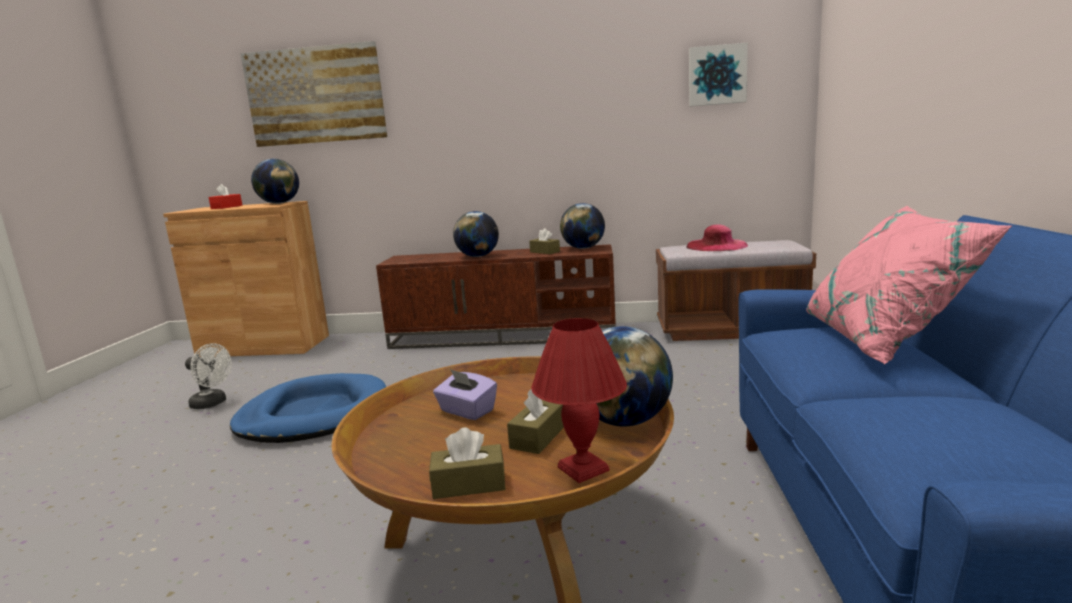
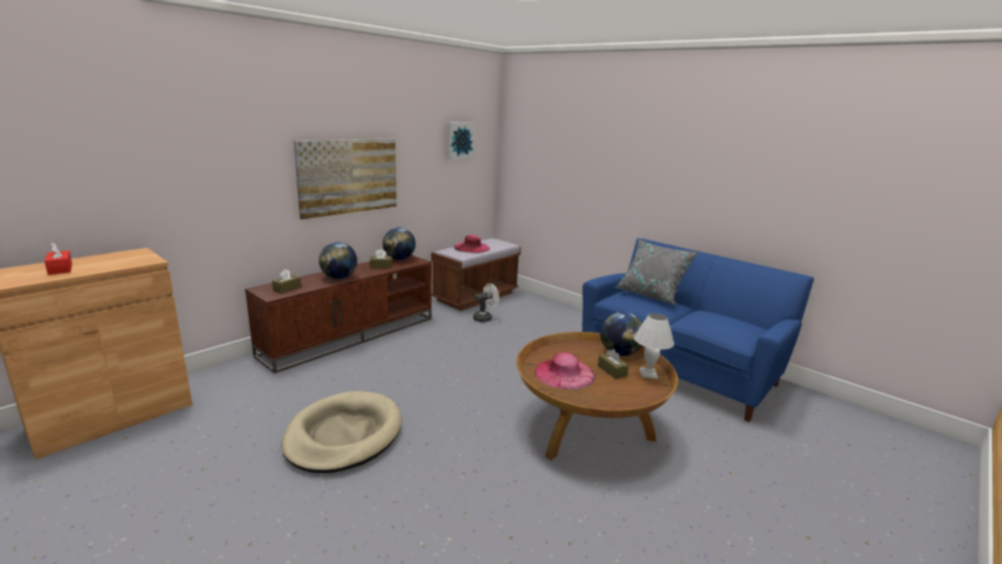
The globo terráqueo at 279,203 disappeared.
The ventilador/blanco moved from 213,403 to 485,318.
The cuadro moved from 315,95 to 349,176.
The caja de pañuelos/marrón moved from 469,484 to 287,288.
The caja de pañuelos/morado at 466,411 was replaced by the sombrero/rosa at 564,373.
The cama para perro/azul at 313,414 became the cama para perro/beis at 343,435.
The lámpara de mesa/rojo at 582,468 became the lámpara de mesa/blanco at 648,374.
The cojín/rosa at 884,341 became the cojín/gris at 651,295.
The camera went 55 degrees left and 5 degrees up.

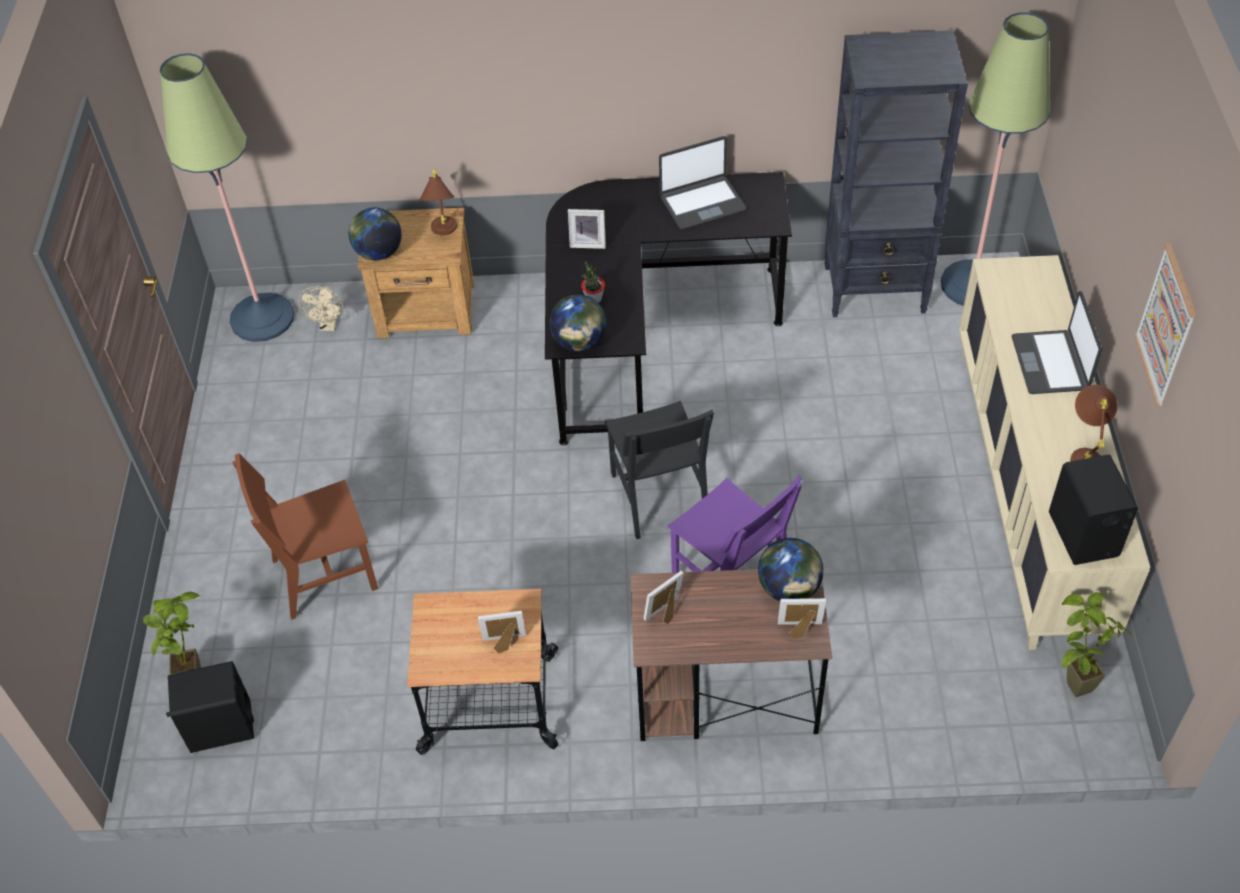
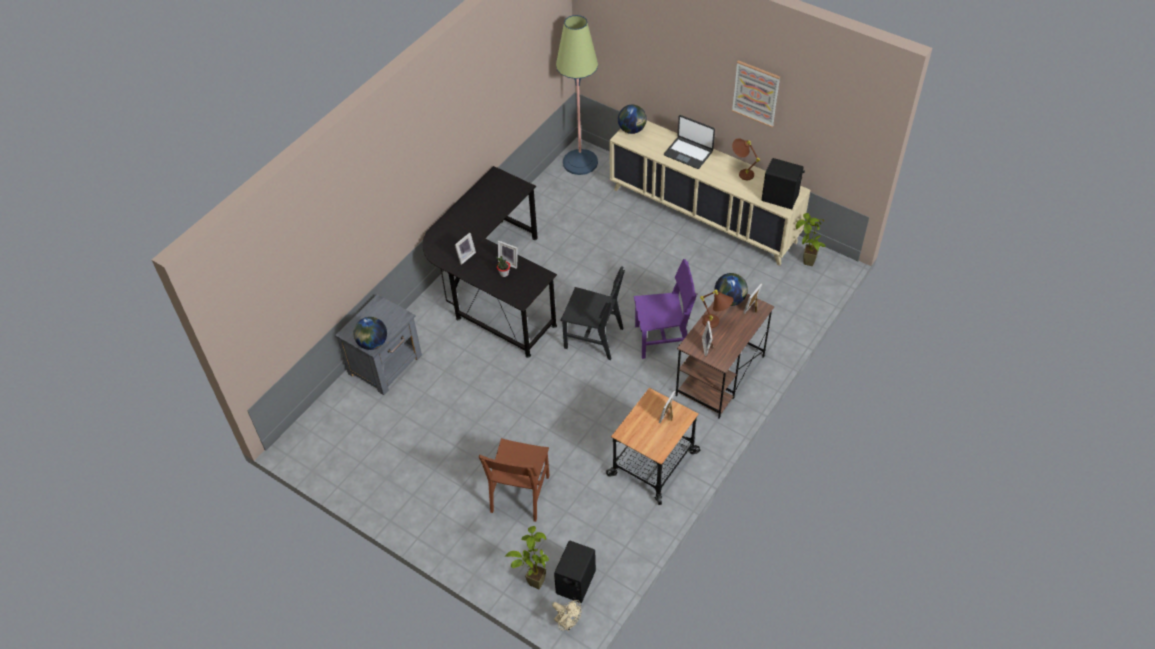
The lámpara de pie at 262,318 disappeared.
The portátil at 702,203 disappeared.
The estantería/negro at 875,290 disappeared.
The portarretratos at 509,262 appeared.
The ventilador/beis moved from 329,325 to 567,623.
The lámpara de mesa/marrón moved from 443,233 to 716,324.
The globo terráqueo moved from 579,342 to 632,130.
The mesita de noche/marrón at 427,310 became the mesita de noche/gris at 386,364.
The camera went 55 degrees left and 0 degrees up.

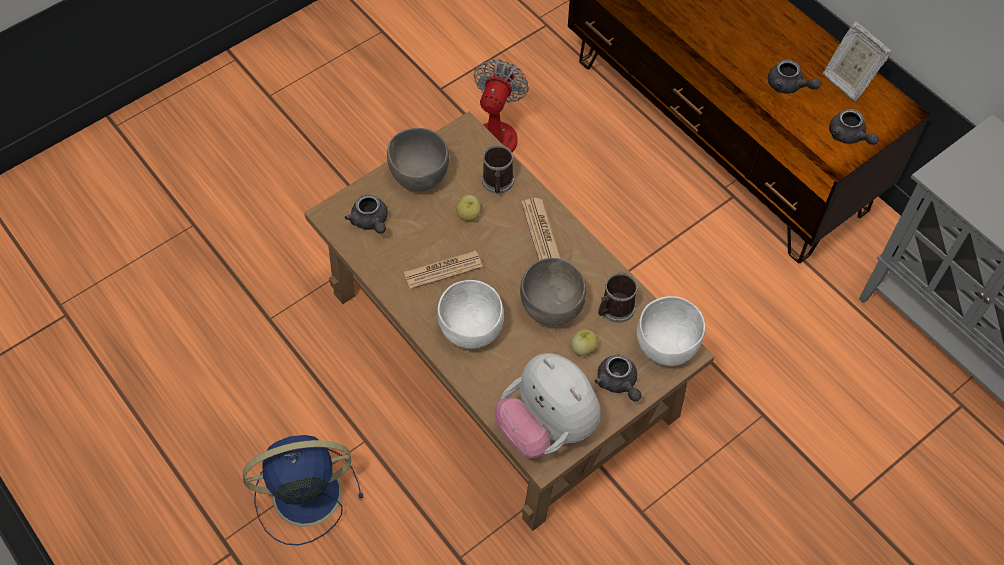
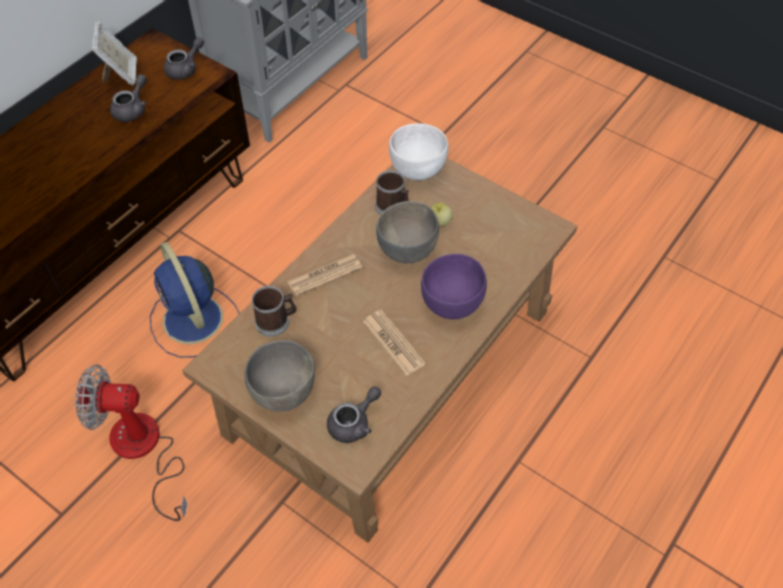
The manzana at 469,215 disappeared.
The peluche at 547,426 disappeared.
The tetera/gris at 618,383 disappeared.
The ventilador/azul moved from 303,494 to 194,321.
The cuenco/blanco at 471,331 became the cuenco/morado at 452,304.
The portarretratos at 847,80 turned 45 degrees counterclockwise.
The camera went 105 degrees left and 5 degrees down.

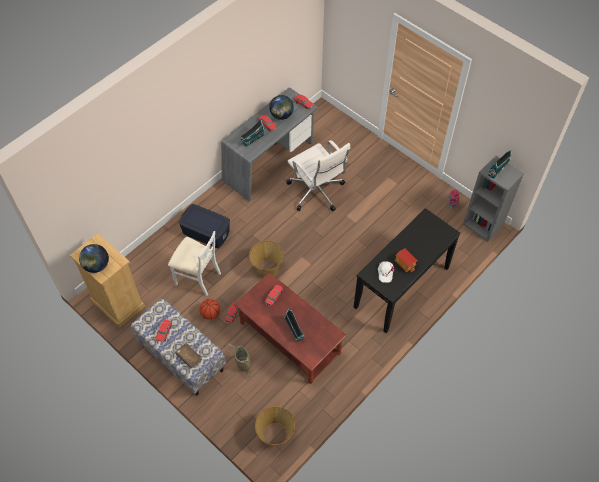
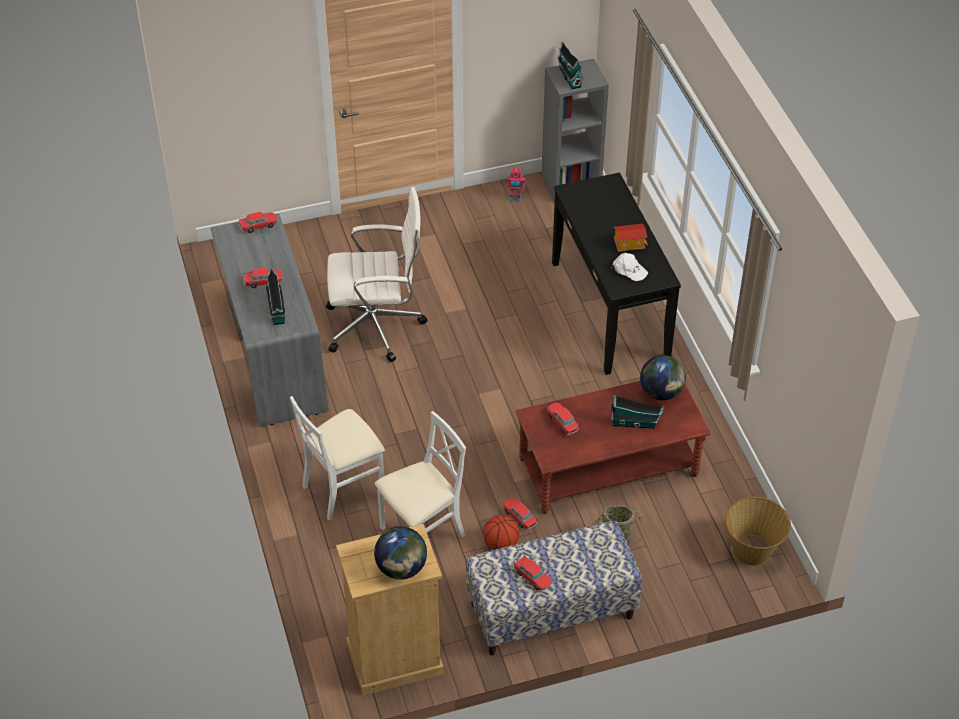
The libro/marrón at 189,357 disappeared.
The cesta at 267,268 disappeared.
The globo terráqueo moved from 281,115 to 661,392.
The caja de almacenaje/azul at 206,232 was replaced by the silla/blanco at 343,488.
The camera went 60 degrees left and 10 degrees down.

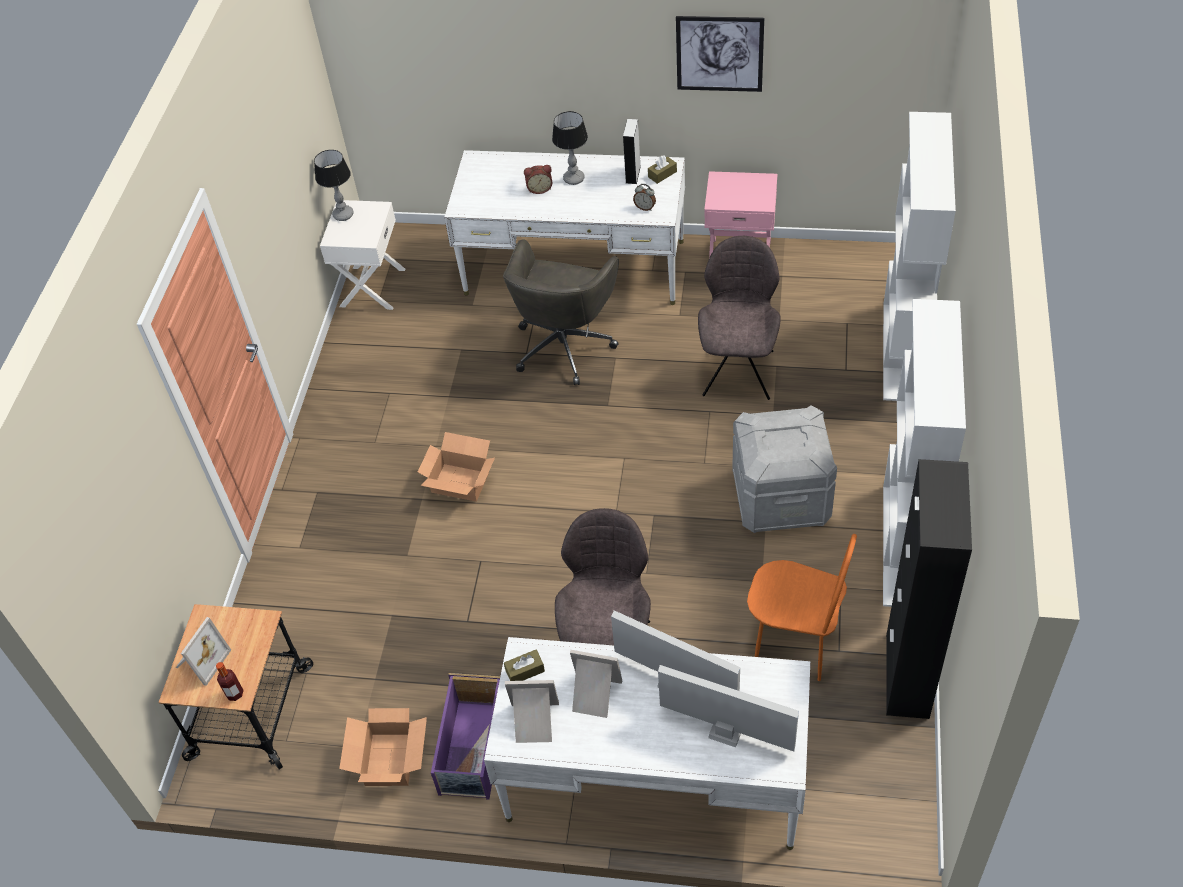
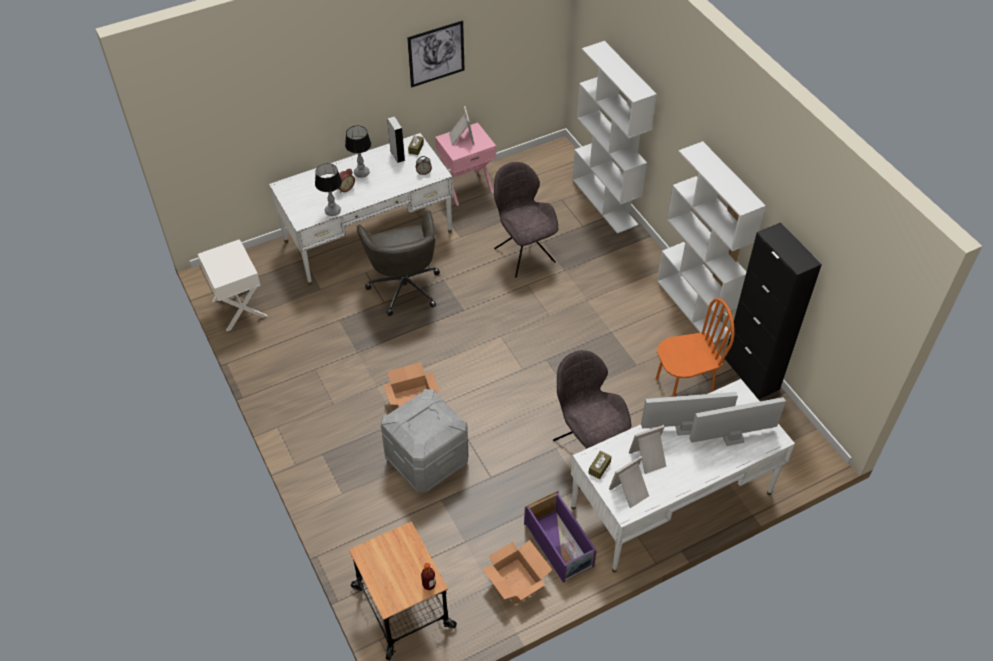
The portarretratos moved from 201,660 to 460,138.
The lámpara de mesa moved from 343,215 to 332,211.
The caja de almacenaje/gris moved from 781,498 to 427,459.
The camera went 40 degrees left and 0 degrees up.

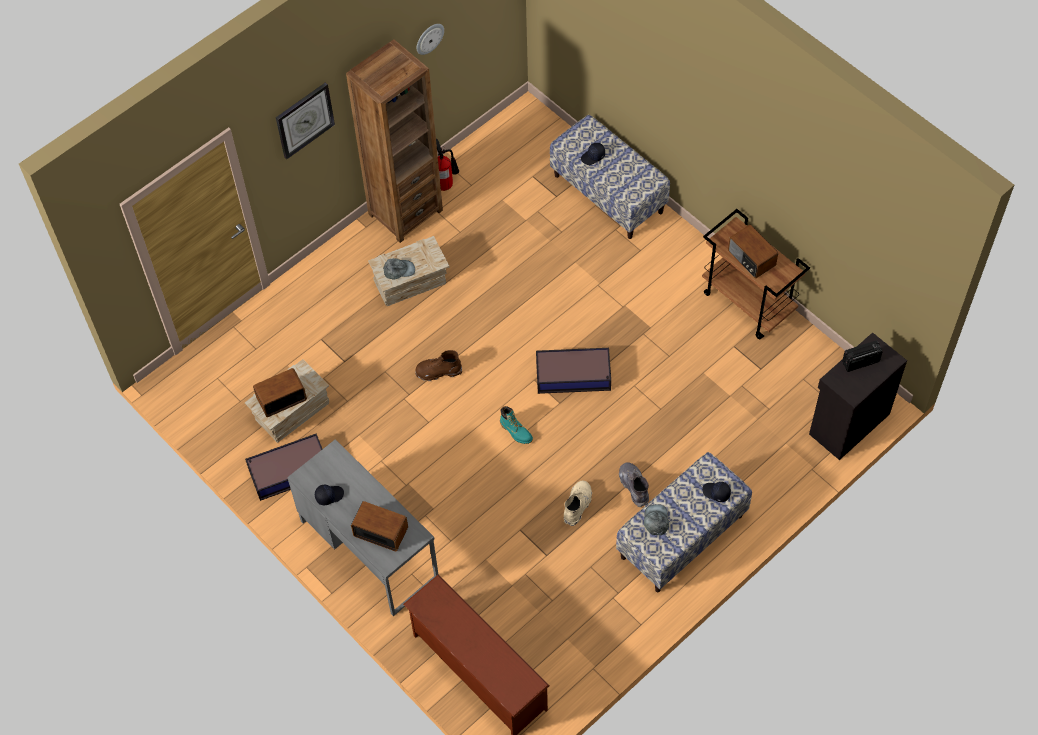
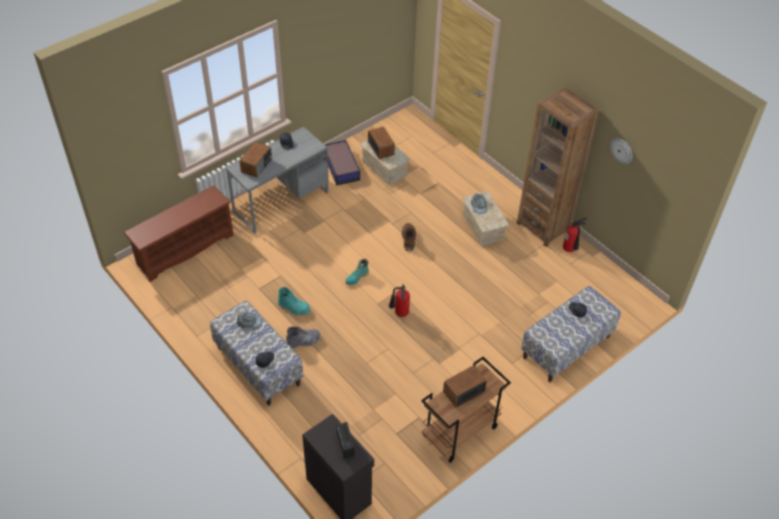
The reloj de pared at 304,120 disappeared.
The caja de almacenaje at 574,376 was replaced by the extintor at 399,313.
The bota/beis at 577,505 became the bota/turquesa at 294,308.
The camera went 90 degrees right and 10 degrees down.

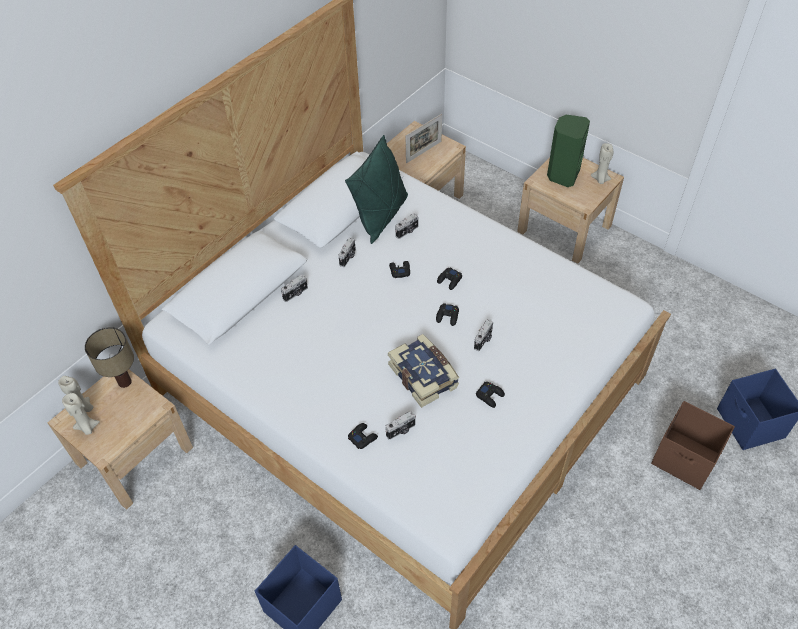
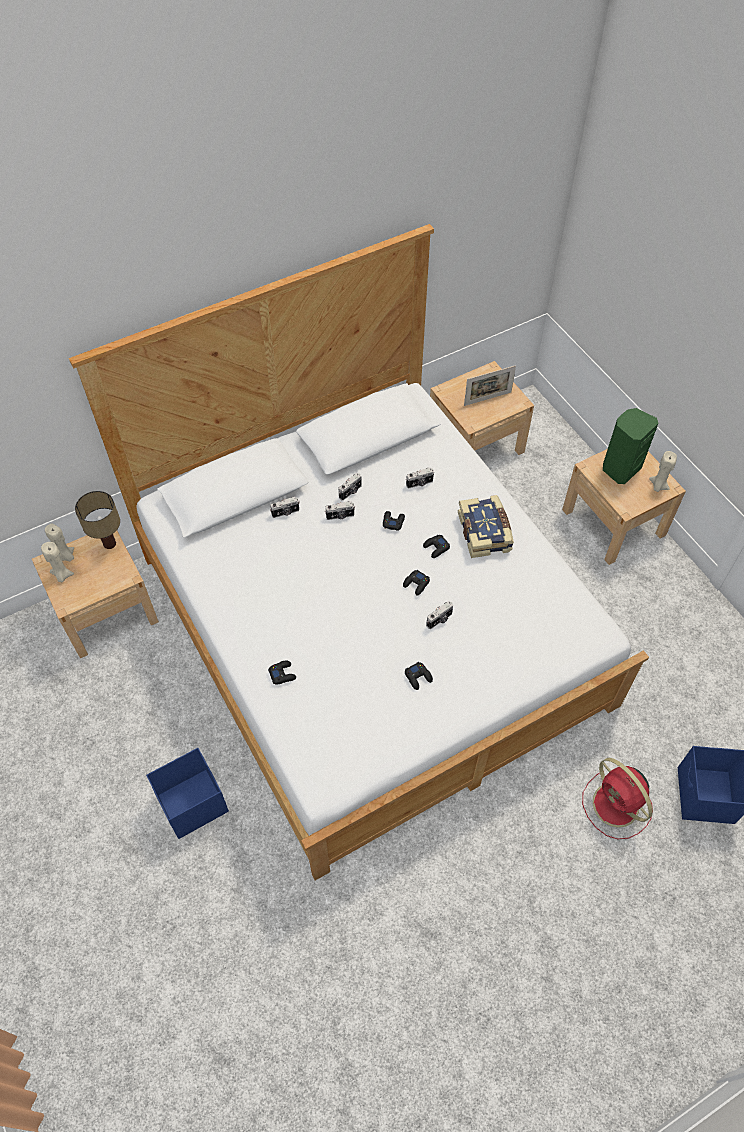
The cojín/verde at 381,216 disappeared.
The cámara moved from 401,430 to 340,516.
The libro moved from 424,376 to 485,532.
The caja de almacenaje/marrón at 685,460 was replaced by the ventilador/rojo at 617,806.
The camera went 20 degrees right and 5 degrees up.

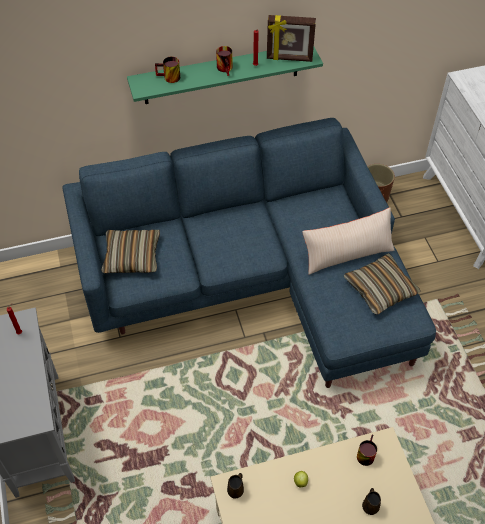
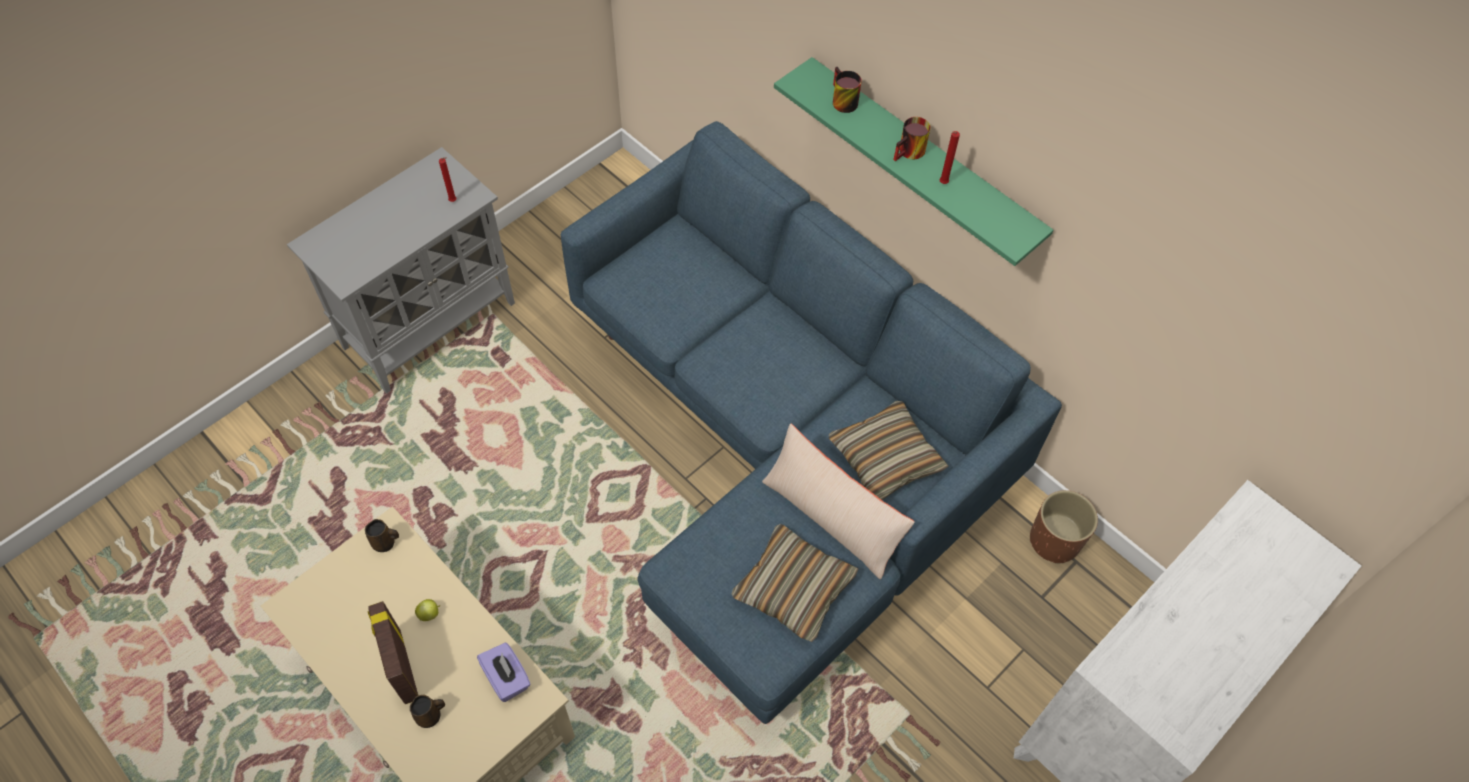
The cojín moved from 132,256 to 885,458.
The portarretratos moved from 289,58 to 401,667.
The taza grande at 364,453 was replaced by the caja de pañuelos/morado at 507,678.
The camera went 60 degrees right and 5 degrees up.

